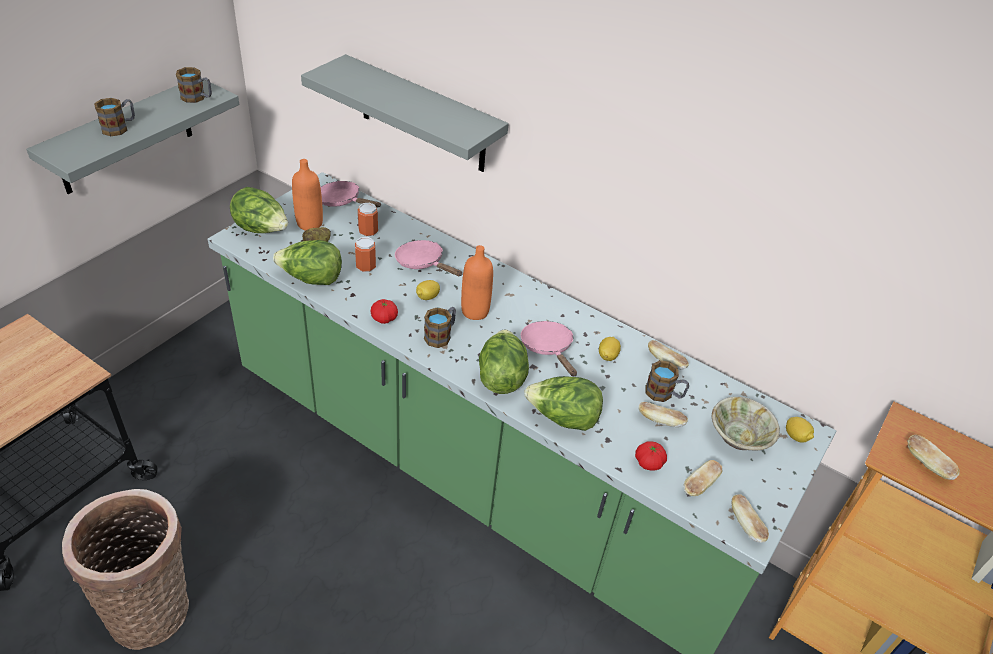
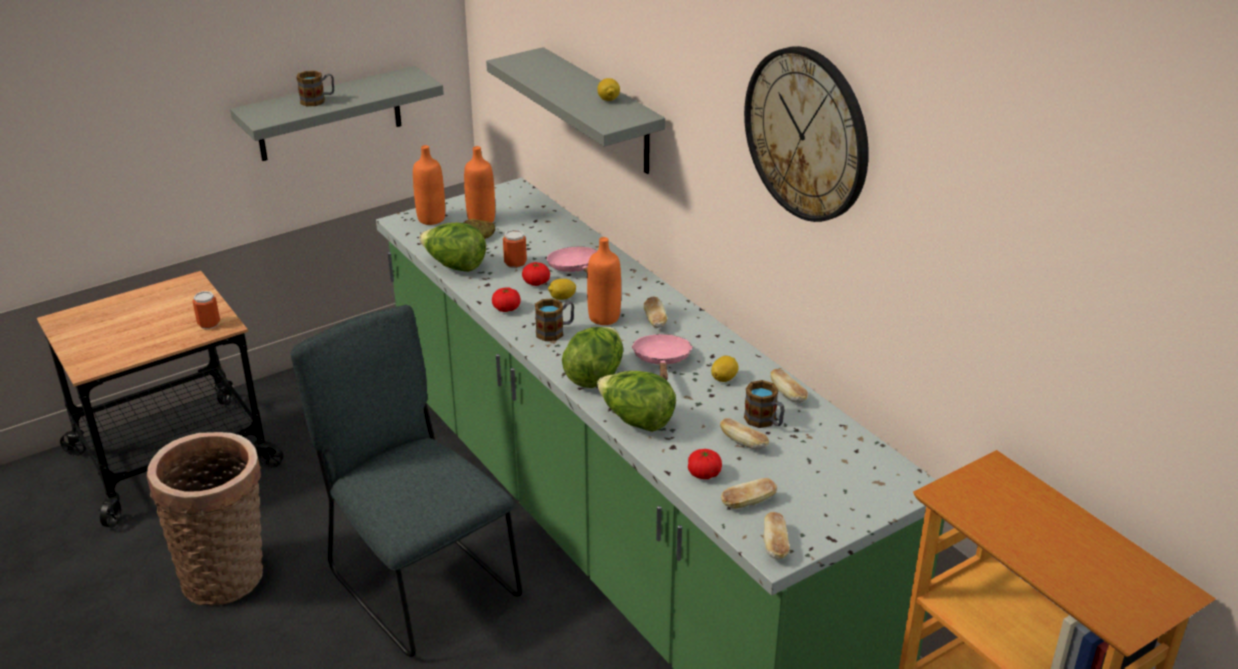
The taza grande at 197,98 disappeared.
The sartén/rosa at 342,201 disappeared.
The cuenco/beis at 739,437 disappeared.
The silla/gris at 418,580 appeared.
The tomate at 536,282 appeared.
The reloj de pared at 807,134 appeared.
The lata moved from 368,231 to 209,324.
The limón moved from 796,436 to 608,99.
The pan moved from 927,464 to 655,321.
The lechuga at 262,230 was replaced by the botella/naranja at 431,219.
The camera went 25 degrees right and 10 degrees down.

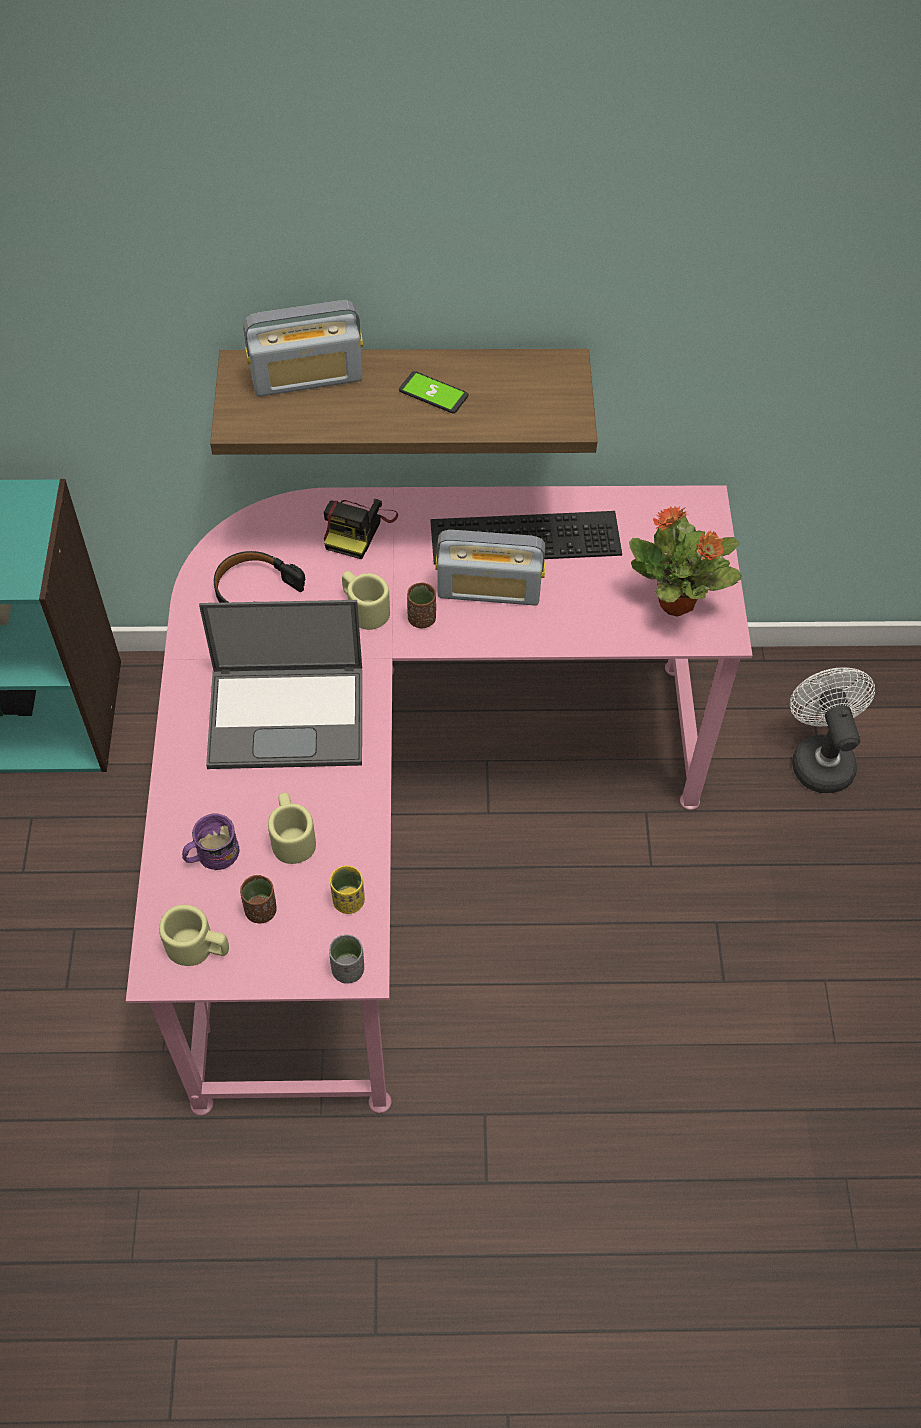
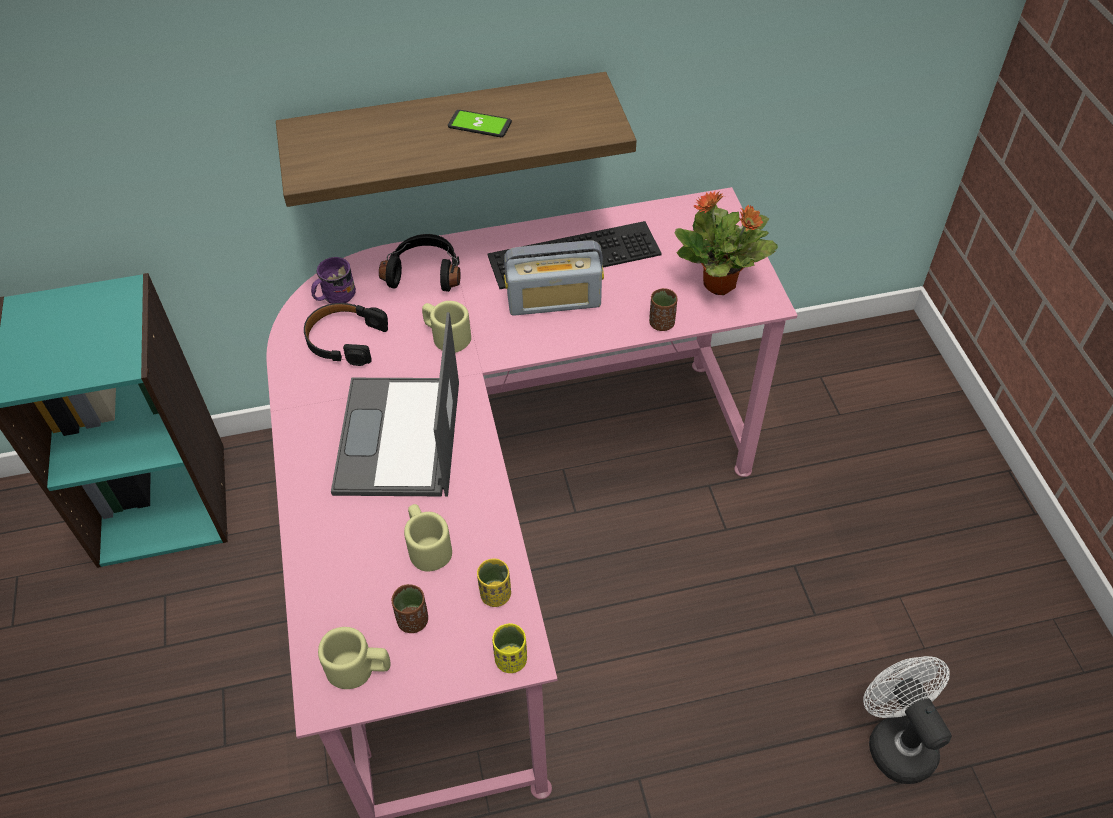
The radio at 307,378 disappeared.
The taza grande/morado moved from 211,856 to 334,297.
The taza/marrón moved from 421,619 to 661,323.
The ventilador/blanco moved from 819,757 to 895,740.
The cámara at 358,529 was replaced by the auriculares/negro at 425,272.
The taza/gris at 348,969 became the taza/amarillo at 511,659.
The portátil at 289,715 turned 105 degrees clockwise.
The camera went 10 degrees left and 5 degrees down.

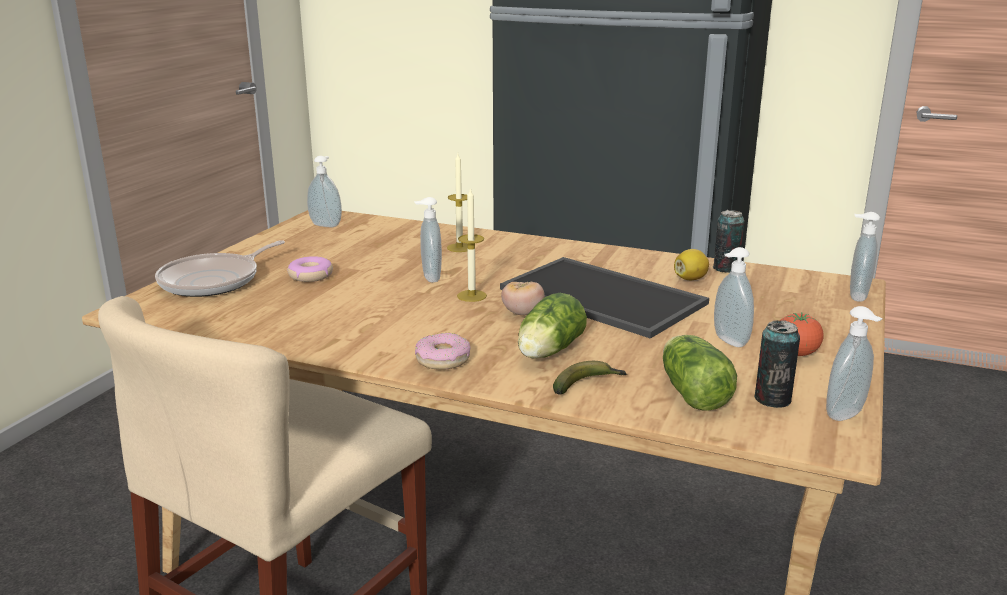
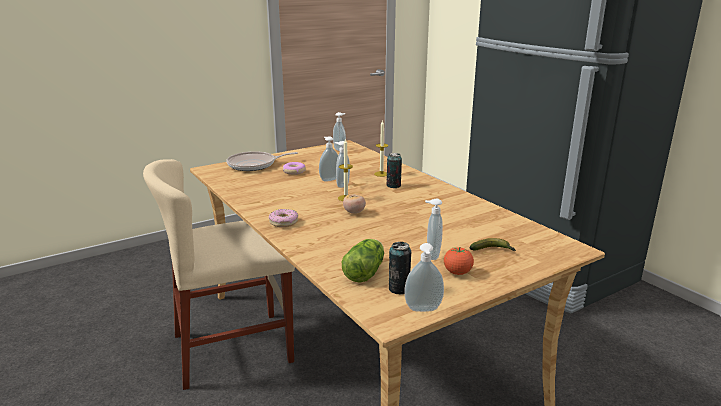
The bandeja at 605,296 disappeared.
The lechuga at 547,352 disappeared.
The limón at 690,279 disappeared.
The plátano moved from 587,385 to 493,251.
The lata moved from 726,269 to 393,186.
The dispensador de jabón moved from 855,296 to 329,179.
The camera went 35 degrees right and 0 degrees up.

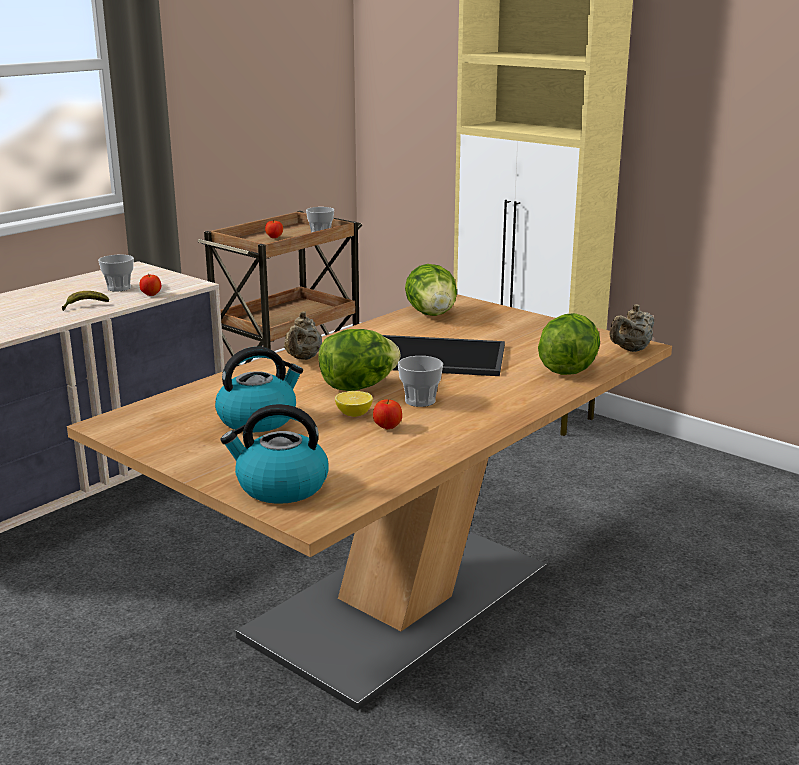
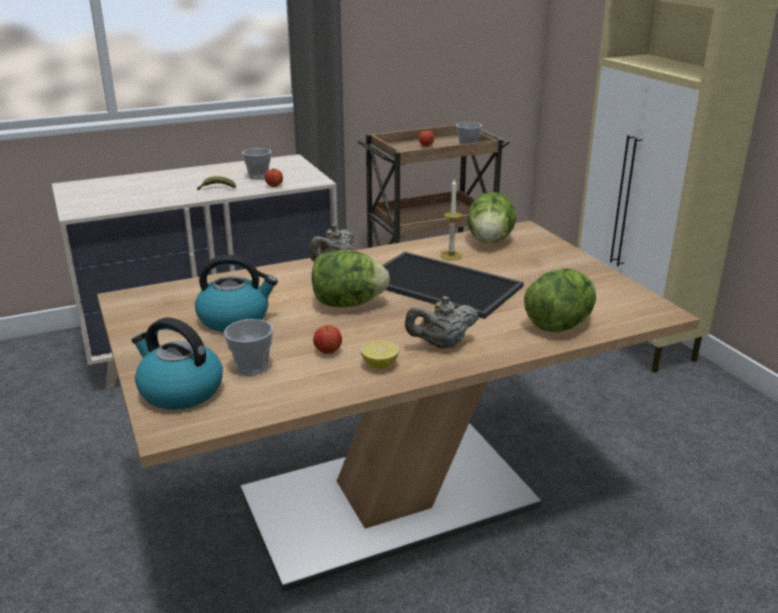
The vela at 451,256 appeared.
The limón moved from 354,414 to 379,365.
The taza moved from 420,401 to 251,367.
The tetera/beis moved from 631,350 to 441,345.
The camera went 25 degrees right and 5 degrees up.

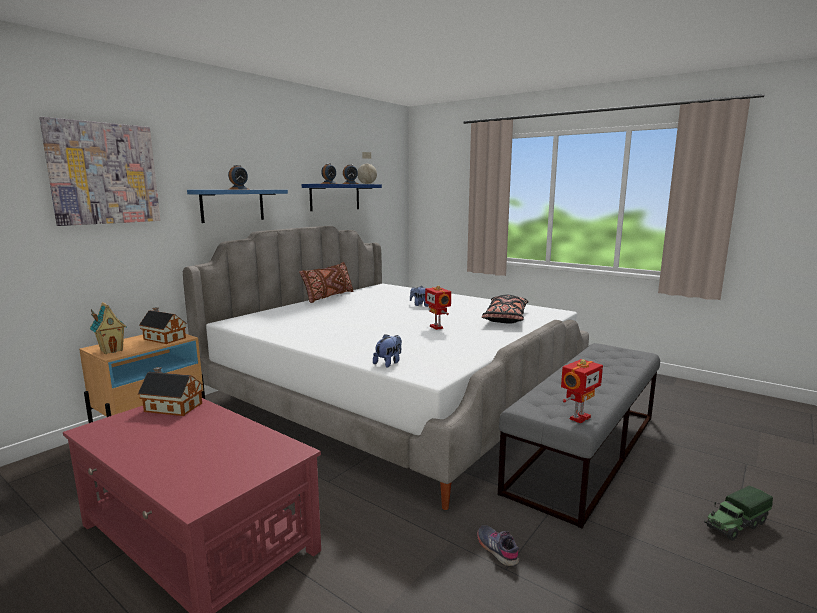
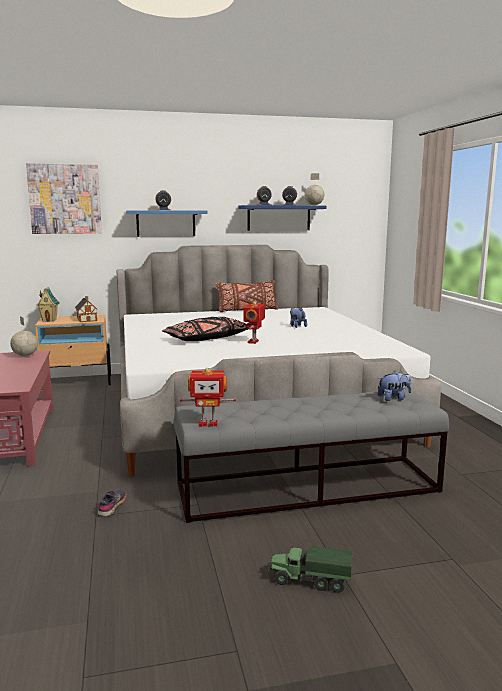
The peluche moved from 389,363 to 394,398.
The cojín/negro moved from 505,318 to 207,338.
The casita at 172,407 was replaced by the globo terráqueo at 25,355.
The camera went 40 degrees right and 0 degrees up.

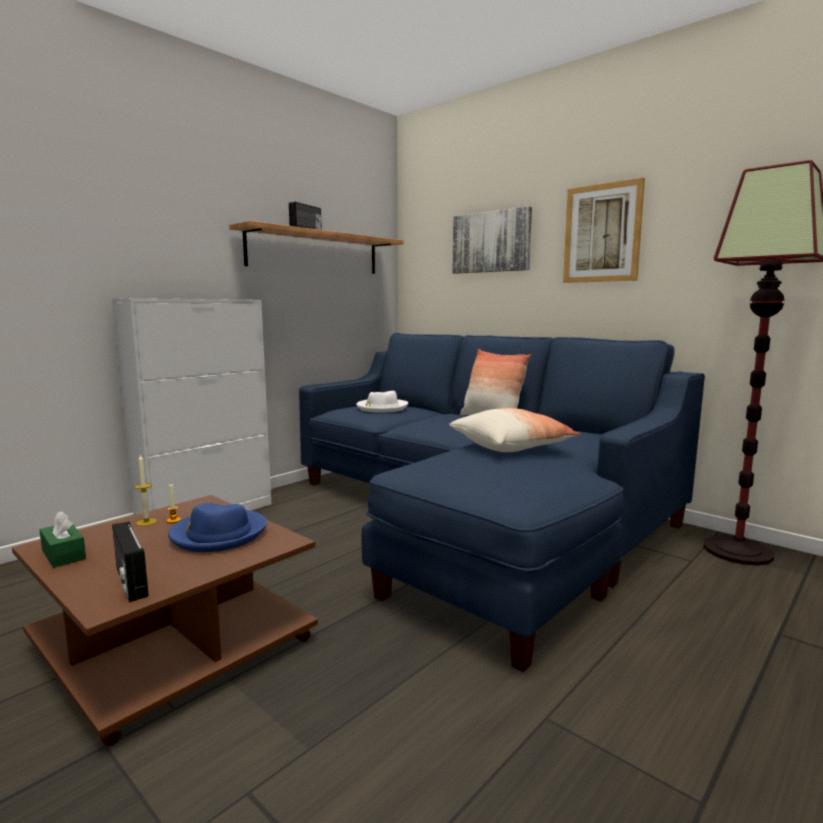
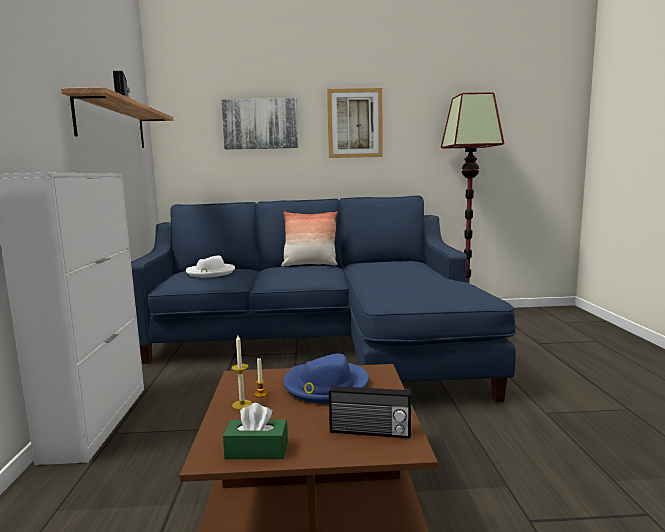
The cojín at 512,447 disappeared.
The camera went 45 degrees left and 0 degrees up.

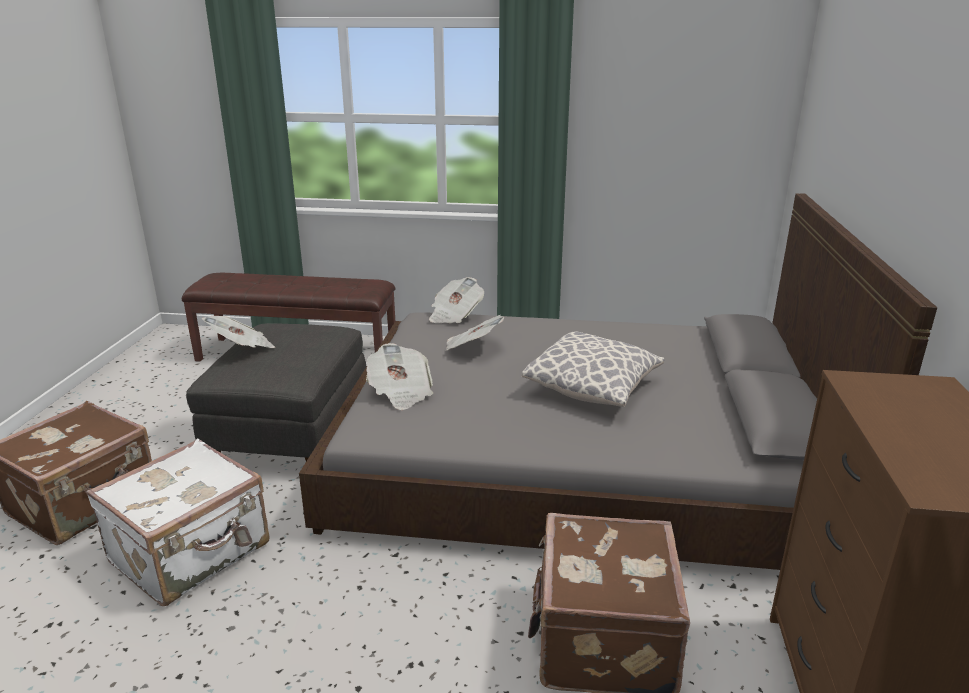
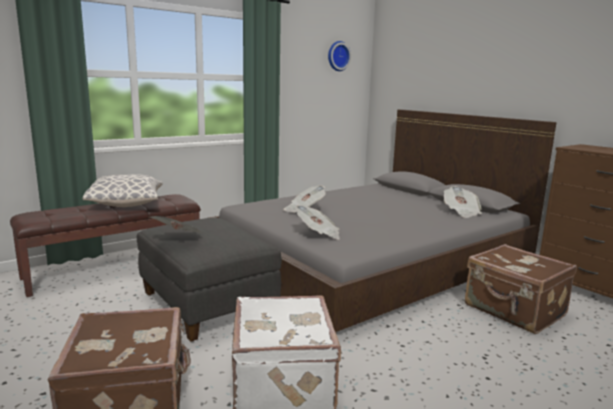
The reloj de pared at 337,56 appeared.
The periódico moved from 454,315 to 461,212.
The cojín moved from 592,388 to 126,204.
The camera went 45 degrees left and 10 degrees down.

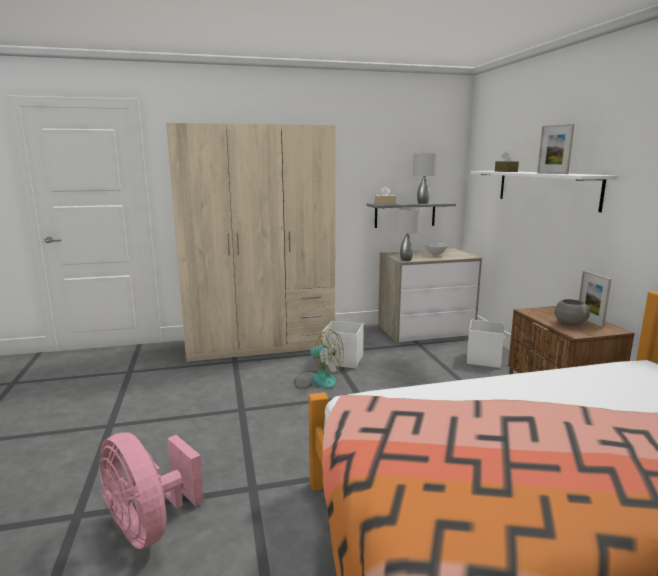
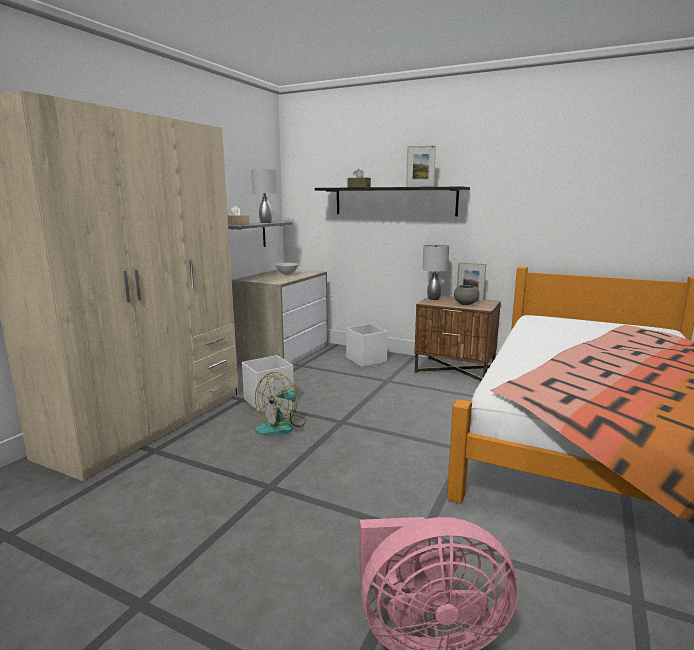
The lámpara de mesa/gris moved from 405,260 to 433,299.
The estante/blanco at 545,188 became the estante/negro at 394,201.
The ventilador at 318,379 turned 150 degrees clockwise.
The camera went 50 degrees left and 0 degrees up.

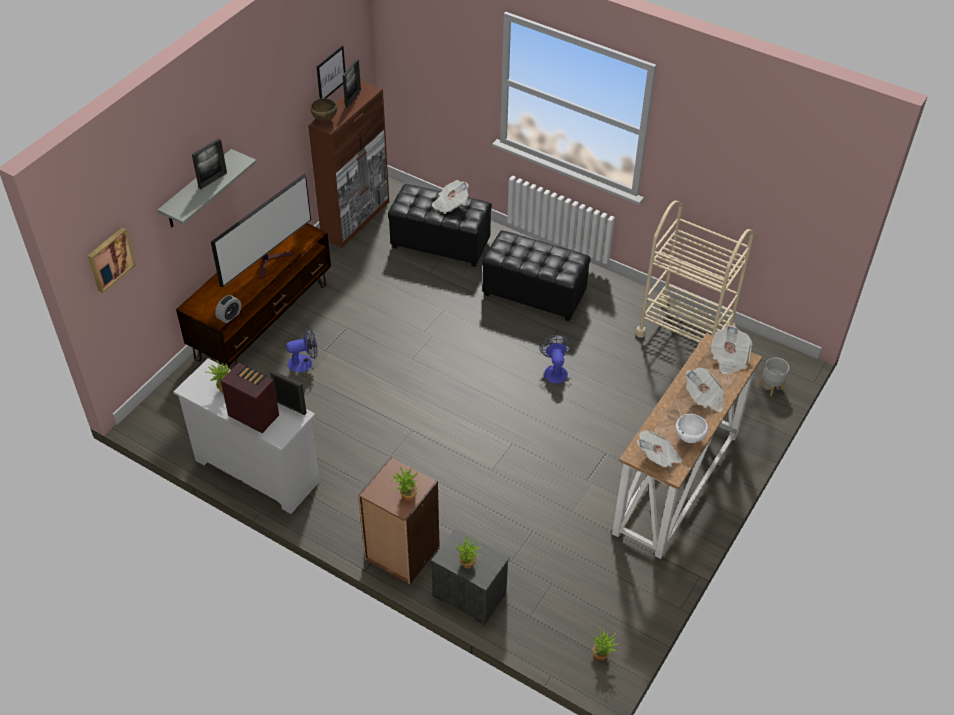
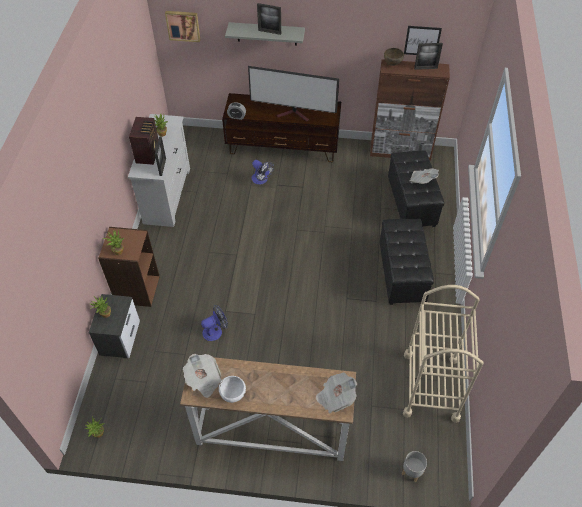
The periódico at 704,398 disappeared.
The ventilador moved from 555,370 to 215,331.
The camera went 65 degrees right and 5 degrees up.

